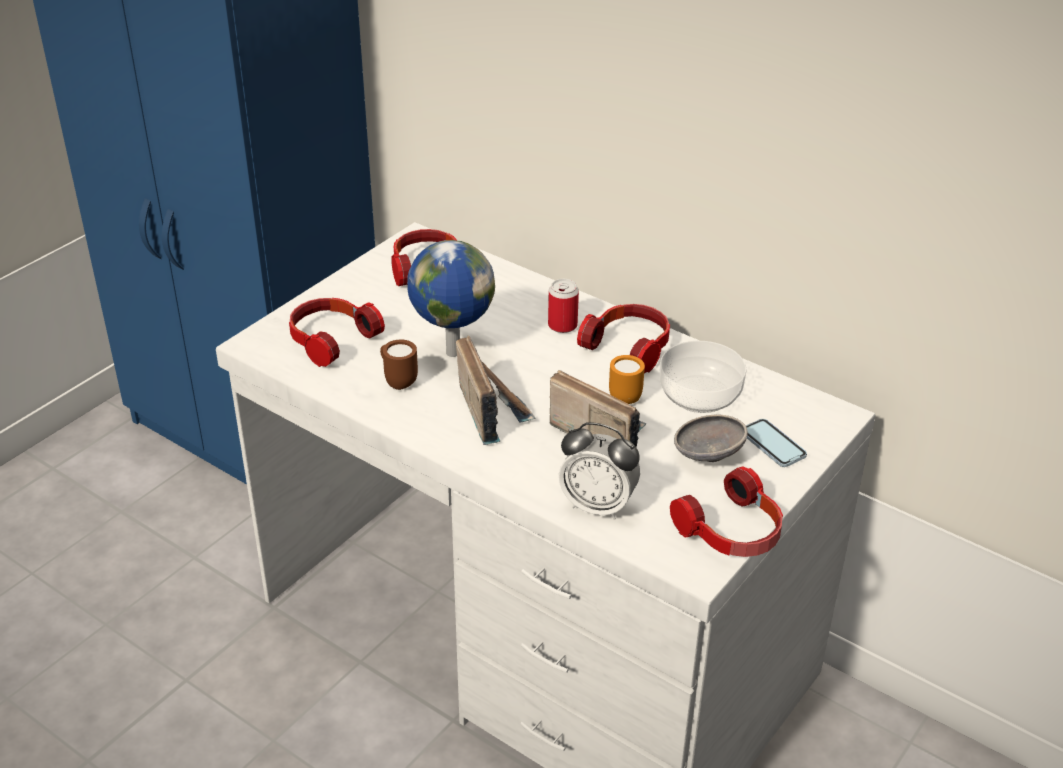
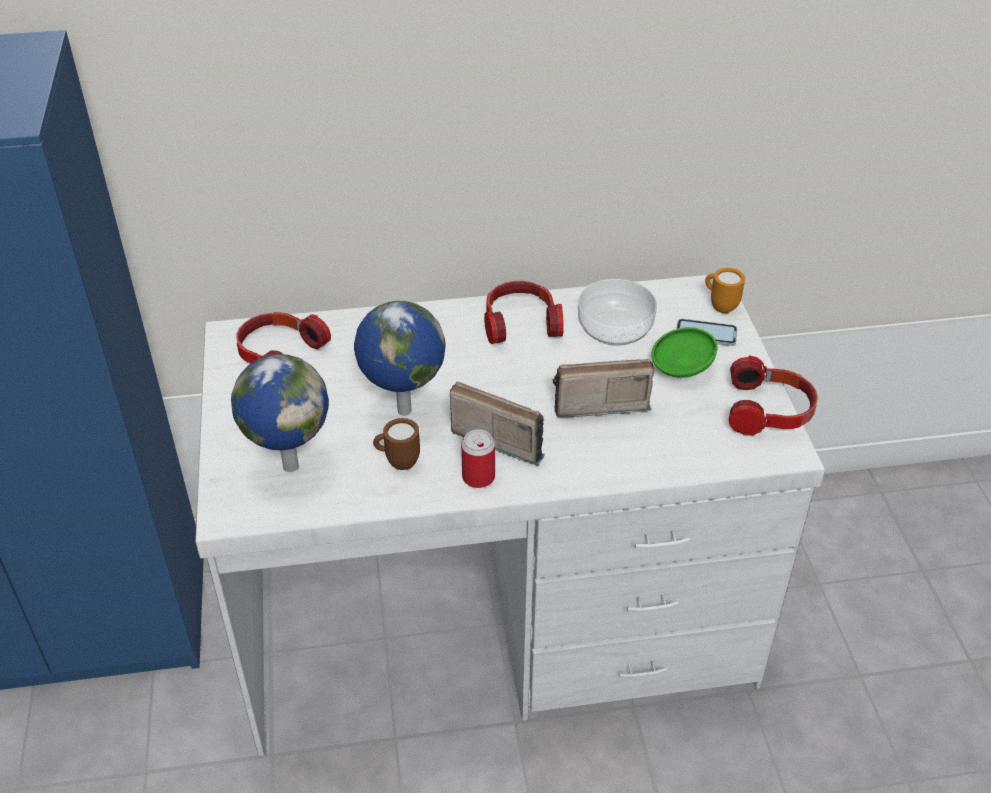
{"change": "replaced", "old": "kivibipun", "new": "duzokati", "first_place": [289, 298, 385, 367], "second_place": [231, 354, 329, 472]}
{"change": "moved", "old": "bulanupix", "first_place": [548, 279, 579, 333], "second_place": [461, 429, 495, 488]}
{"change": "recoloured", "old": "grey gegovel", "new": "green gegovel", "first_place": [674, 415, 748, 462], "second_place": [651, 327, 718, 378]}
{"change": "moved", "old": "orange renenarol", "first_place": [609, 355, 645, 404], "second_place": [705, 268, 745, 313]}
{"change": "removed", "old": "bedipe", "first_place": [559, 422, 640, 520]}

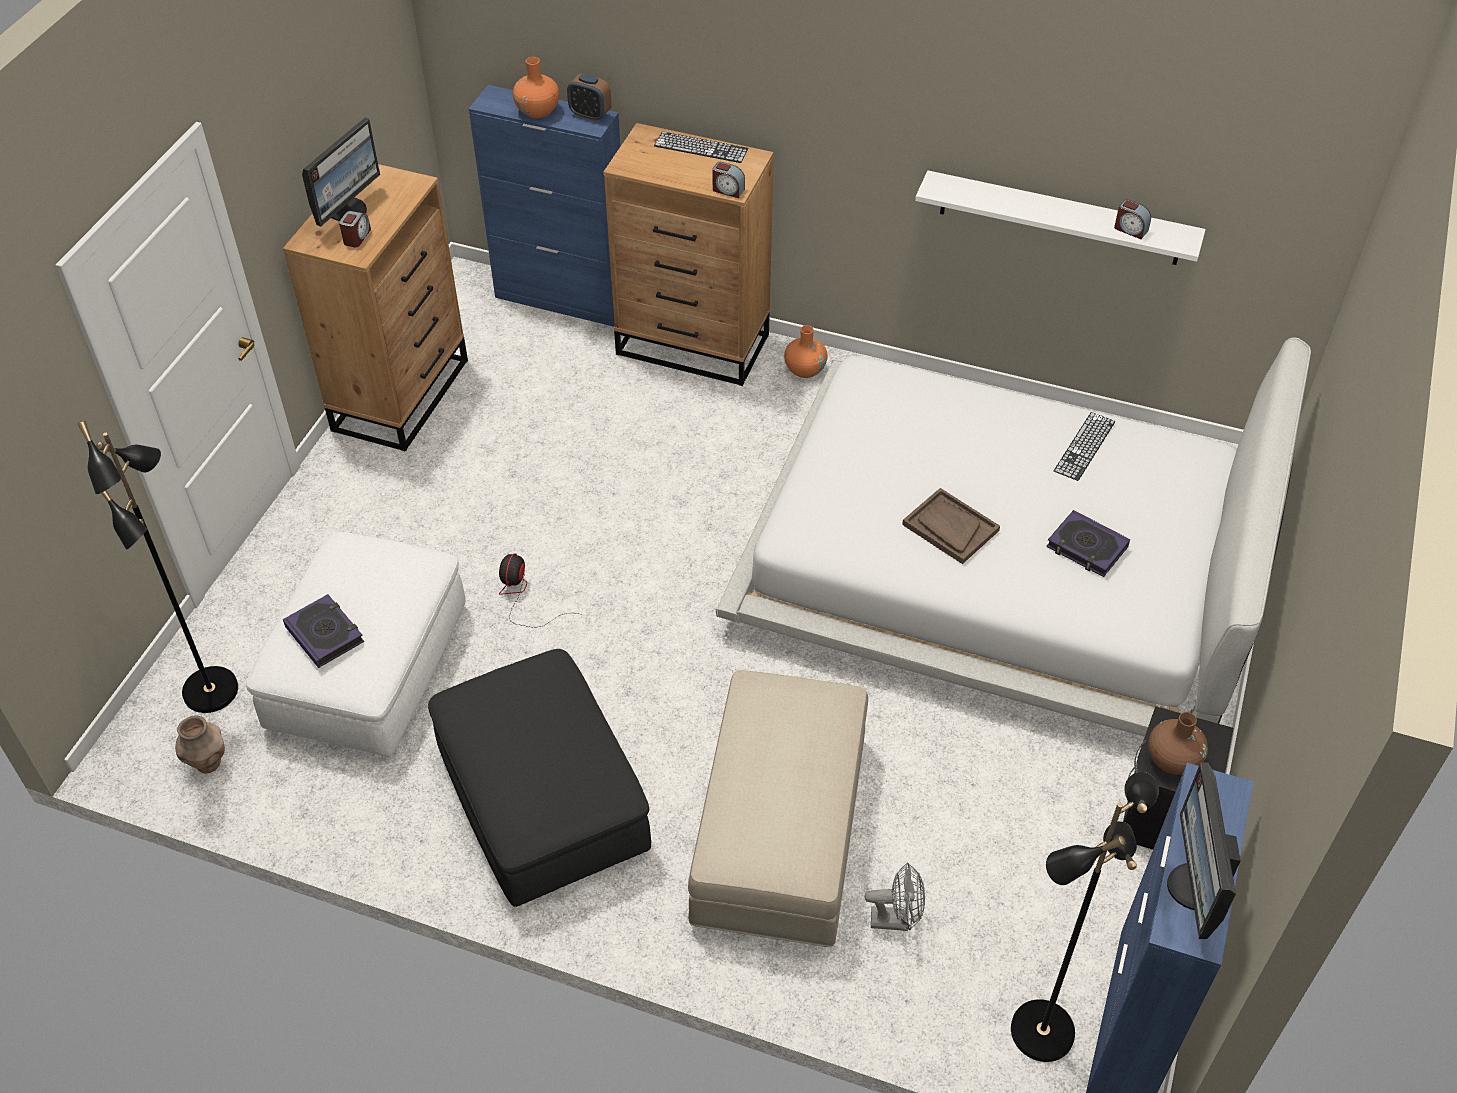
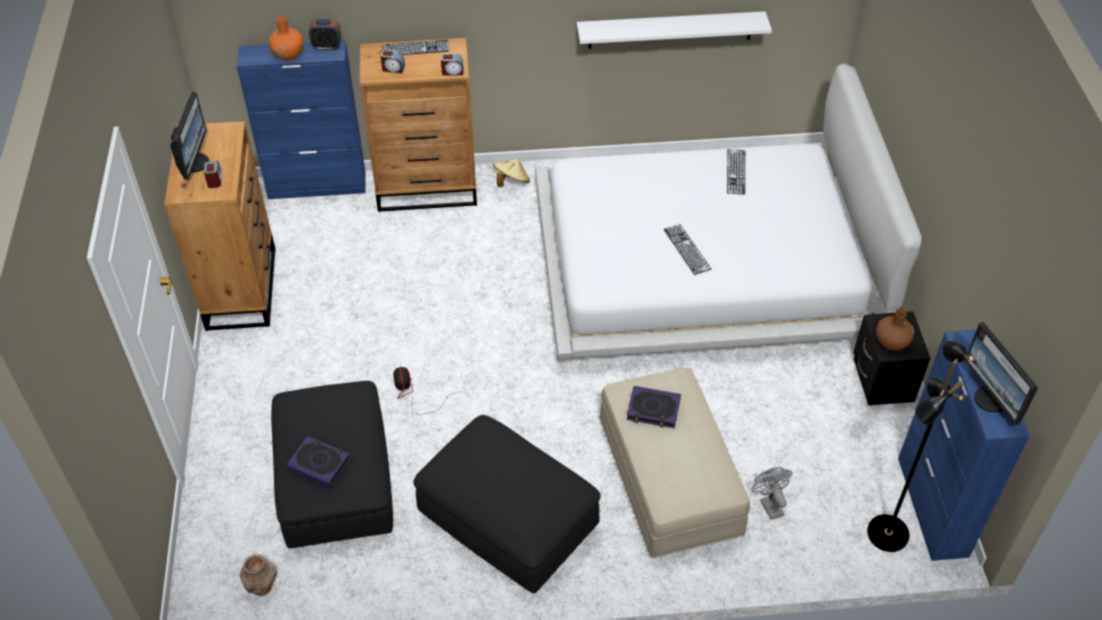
{"change": "recoloured", "old": "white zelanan", "new": "black zelanan", "first_place": [246, 532, 466, 757], "second_place": [271, 381, 393, 548]}
{"change": "moved", "old": "bedipe", "first_place": [1114, 199, 1151, 239], "second_place": [380, 50, 405, 73]}
{"change": "replaced", "old": "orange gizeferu", "new": "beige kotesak", "first_place": [784, 325, 828, 378], "second_place": [493, 159, 530, 187]}
{"change": "moved", "old": "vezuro", "first_place": [1046, 510, 1130, 577], "second_place": [627, 386, 681, 428]}
{"change": "replaced", "old": "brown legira", "new": "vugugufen", "first_place": [902, 488, 1000, 564], "second_place": [664, 224, 711, 275]}
{"change": "turned", "old": "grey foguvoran", "first_place": [865, 862, 925, 931], "second_place": [752, 467, 792, 520], "degrees": -90}
{"change": "removed", "old": "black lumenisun", "first_place": [78, 421, 238, 713]}

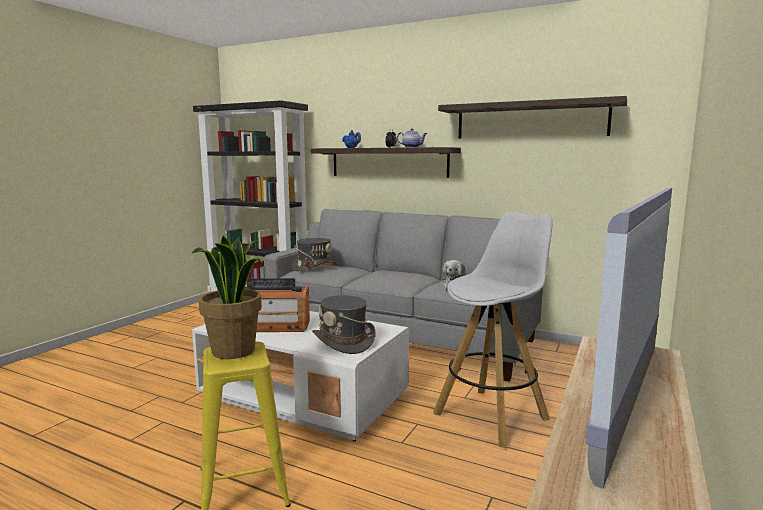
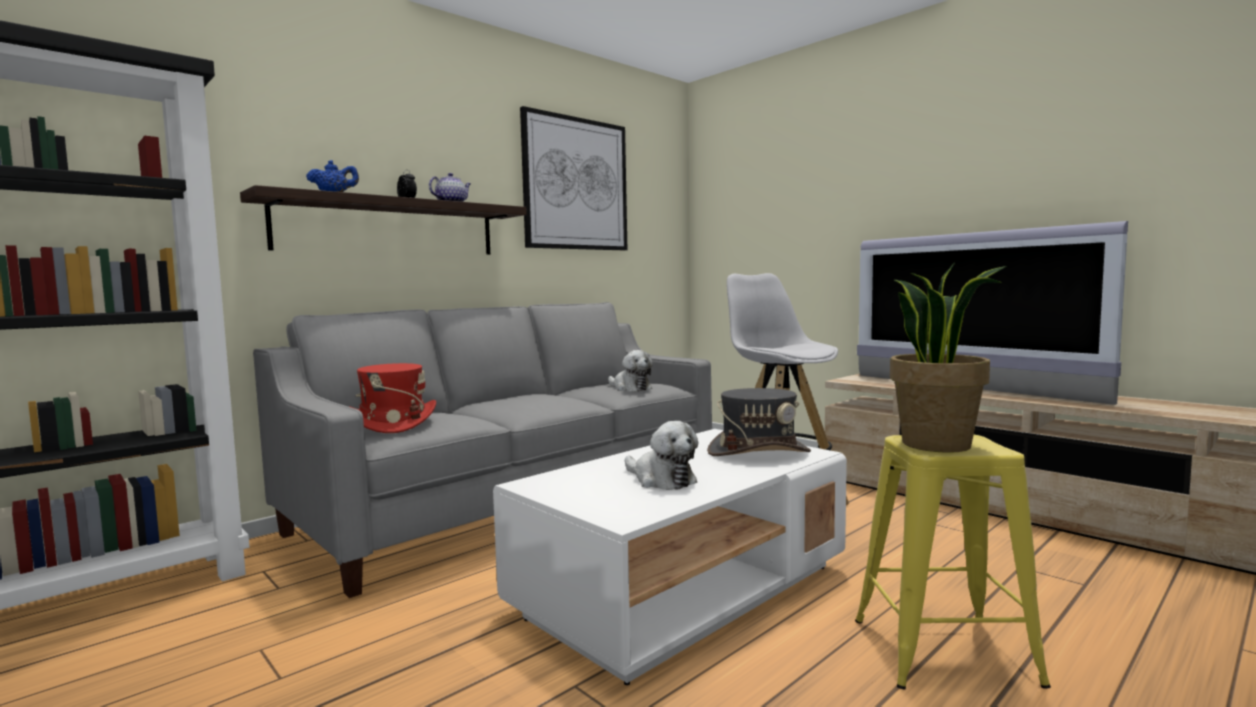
{"change": "recoloured", "old": "grey kotesak", "new": "red kotesak", "first_place": [291, 238, 337, 271], "second_place": [349, 363, 436, 433]}
{"change": "replaced", "old": "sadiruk", "new": "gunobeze", "first_place": [438, 96, 627, 139], "second_place": [520, 106, 627, 250]}
{"change": "replaced", "old": "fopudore", "new": "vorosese", "first_place": [245, 278, 310, 332], "second_place": [625, 421, 698, 490]}

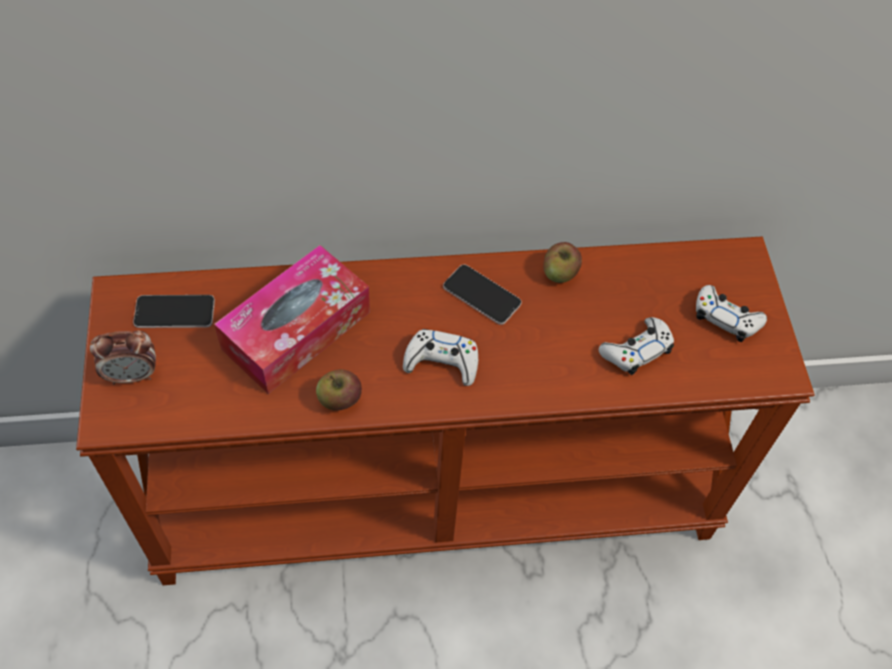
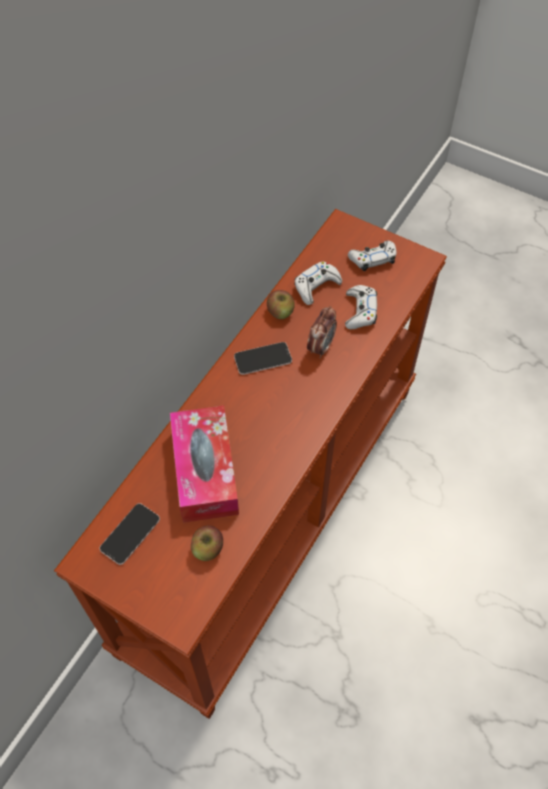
{"change": "moved", "old": "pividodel", "first_place": [316, 370, 362, 411], "second_place": [191, 525, 223, 561]}
{"change": "moved", "old": "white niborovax", "first_place": [403, 329, 478, 386], "second_place": [294, 261, 342, 305]}
{"change": "moved", "old": "bedipe", "first_place": [90, 330, 156, 385], "second_place": [307, 306, 337, 359]}

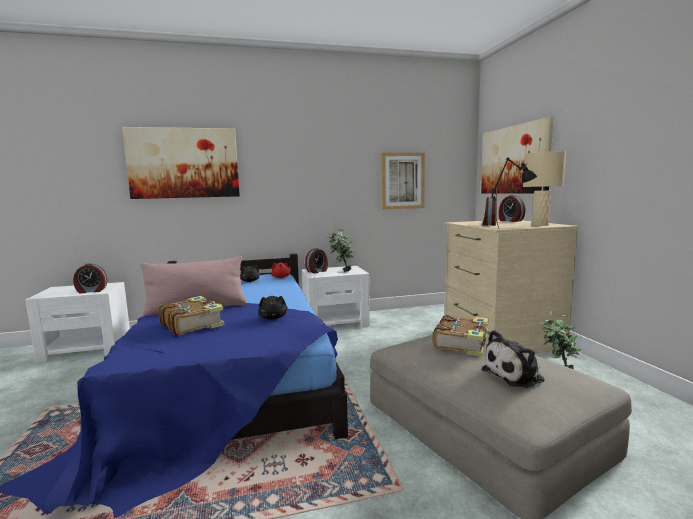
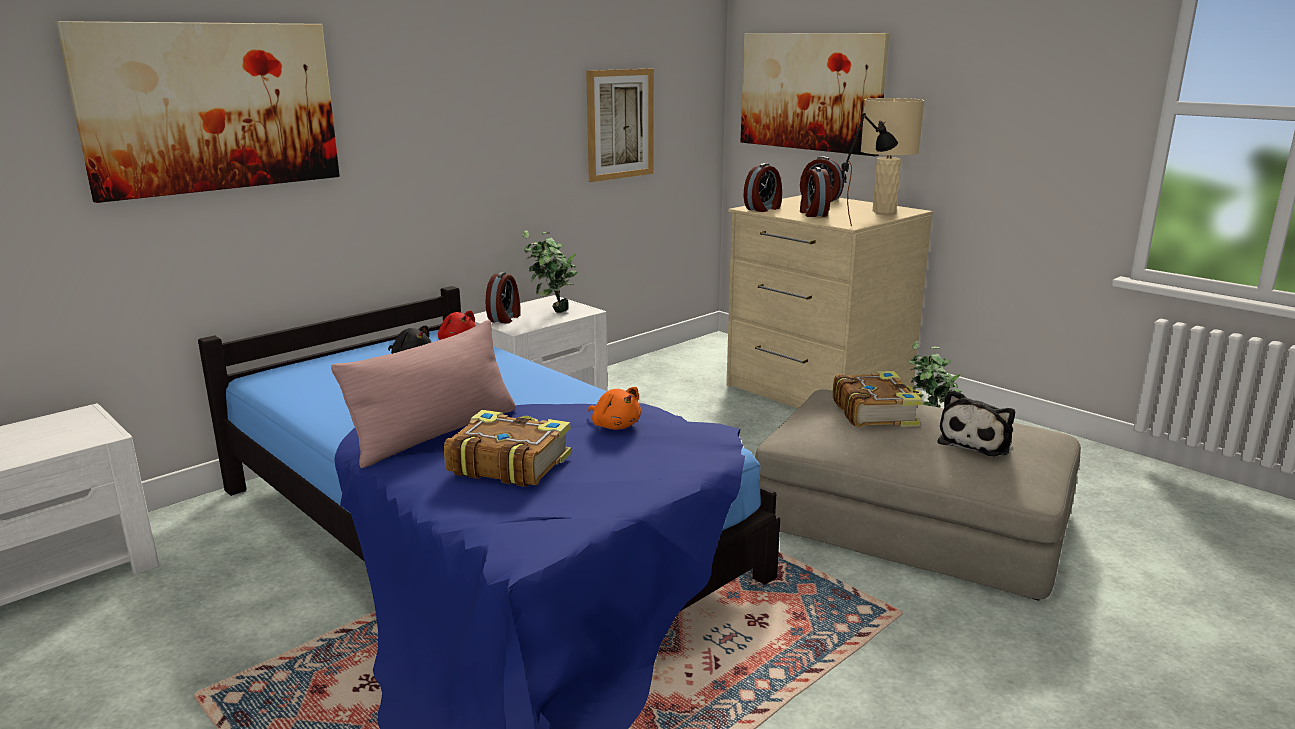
{"change": "recoloured", "old": "black vorosese", "new": "orange vorosese", "first_place": [258, 296, 288, 320], "second_place": [588, 387, 641, 430]}
{"change": "moved", "old": "bedipe", "first_place": [73, 263, 107, 293], "second_place": [744, 163, 782, 212]}

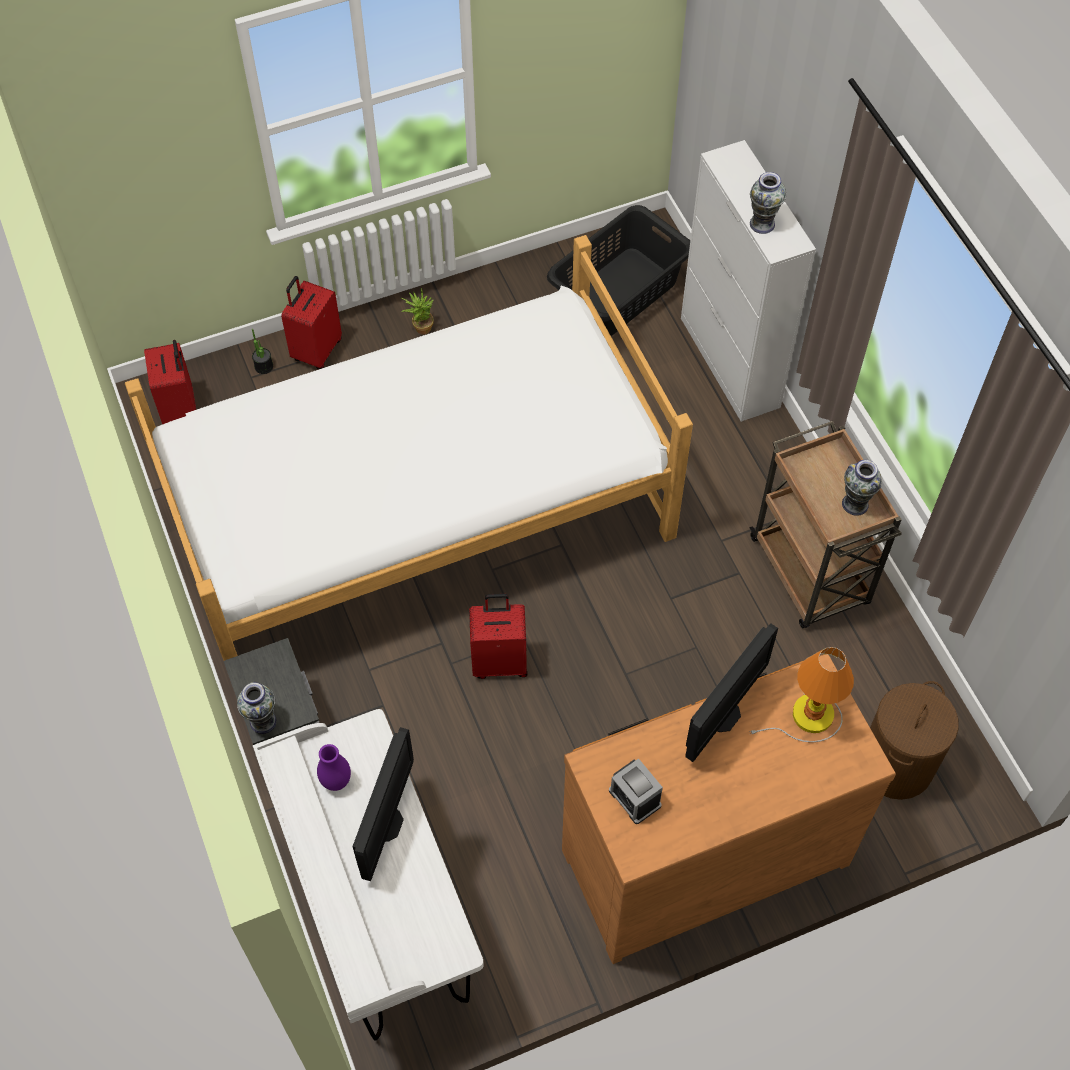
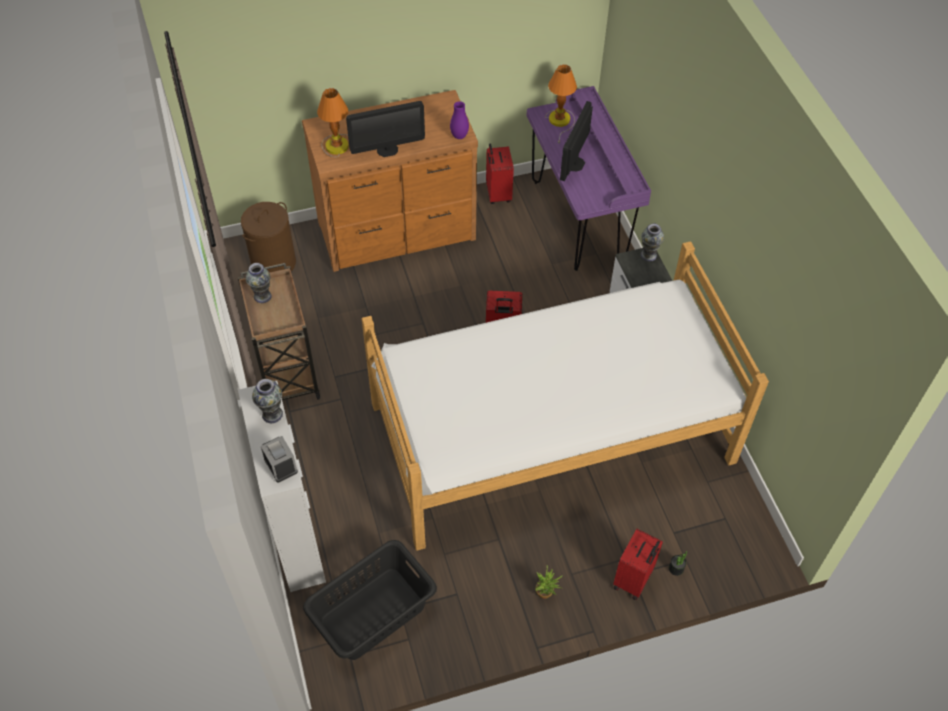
{"change": "moved", "old": "bedipe", "first_place": [609, 758, 663, 824], "second_place": [261, 436, 298, 482]}
{"change": "turned", "old": "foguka", "first_place": [685, 623, 778, 762], "second_place": [346, 101, 425, 157], "degrees": -150}
{"change": "moved", "old": "purple gizeferu", "first_place": [317, 744, 351, 791], "second_place": [450, 101, 469, 139]}
{"change": "moved", "old": "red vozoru", "first_place": [144, 340, 196, 424], "second_place": [486, 143, 514, 204]}
{"change": "recoloured", "old": "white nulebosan", "new": "purple nulebosan", "first_place": [252, 709, 484, 1041], "second_place": [527, 86, 651, 271]}
{"change": "added", "new": "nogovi", "second_place": [545, 64, 577, 144]}

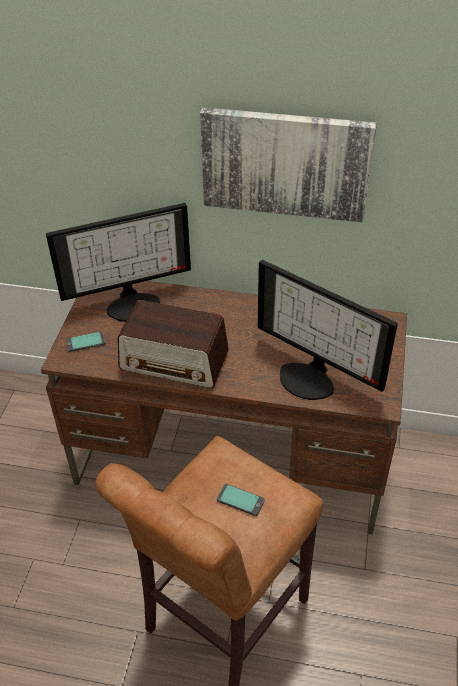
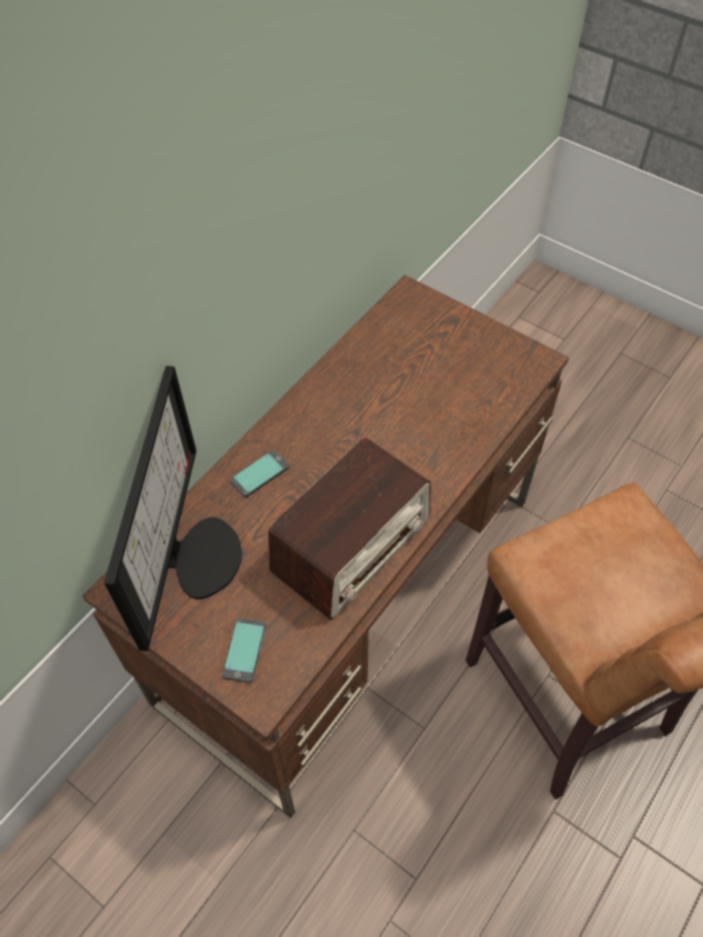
{"change": "moved", "old": "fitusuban", "first_place": [217, 484, 265, 516], "second_place": [230, 450, 290, 497]}
{"change": "removed", "old": "gunobeze", "first_place": [200, 107, 377, 222]}
{"change": "removed", "old": "foguka", "first_place": [258, 260, 398, 400]}

